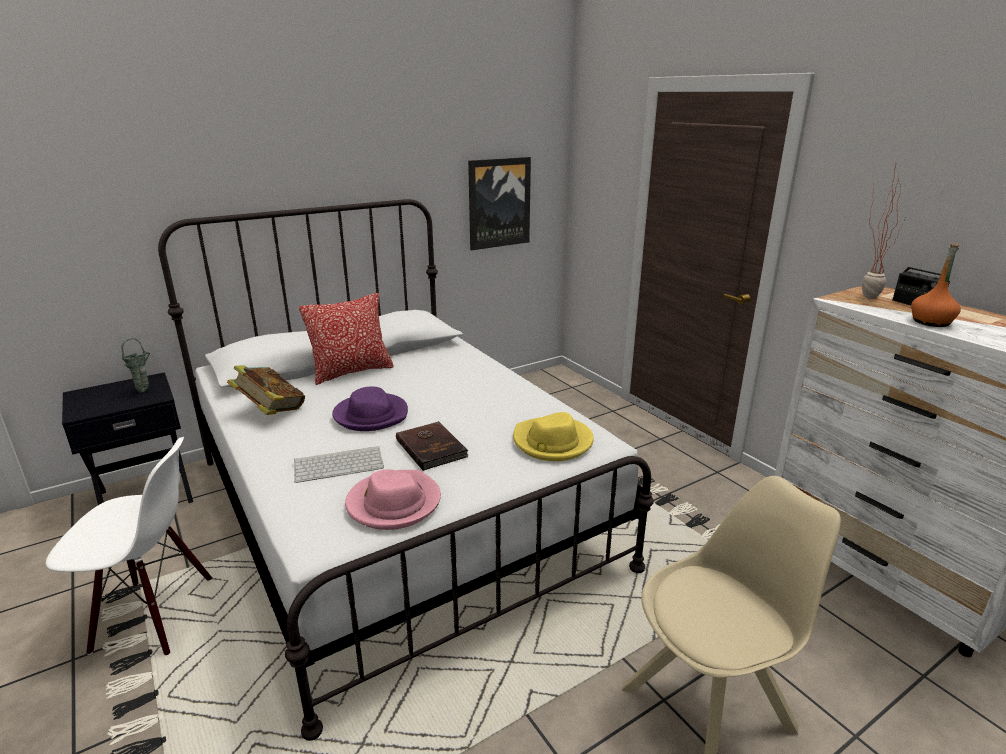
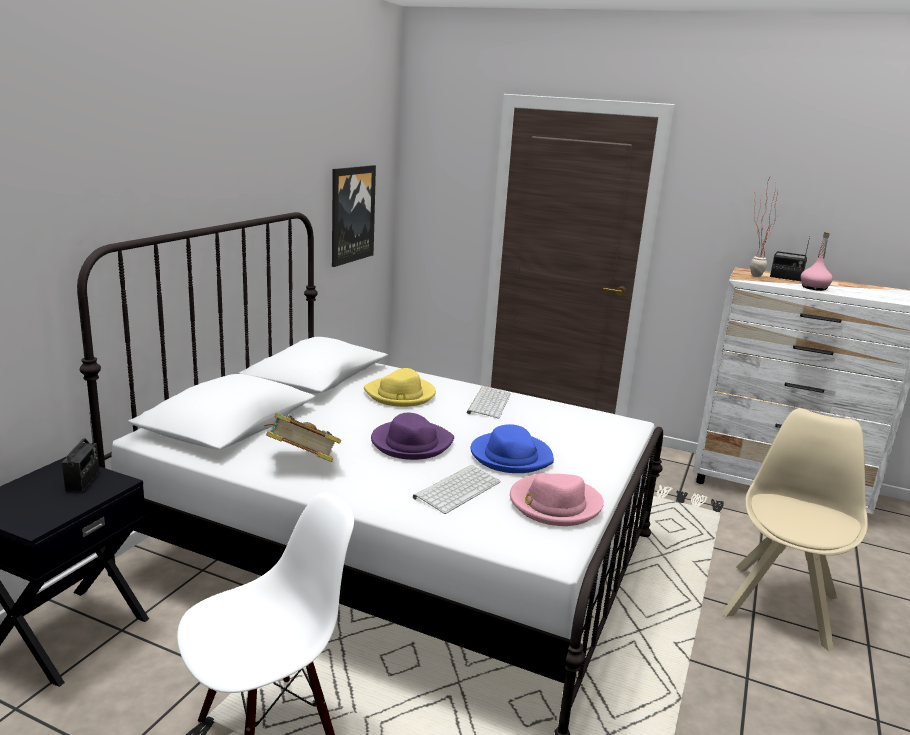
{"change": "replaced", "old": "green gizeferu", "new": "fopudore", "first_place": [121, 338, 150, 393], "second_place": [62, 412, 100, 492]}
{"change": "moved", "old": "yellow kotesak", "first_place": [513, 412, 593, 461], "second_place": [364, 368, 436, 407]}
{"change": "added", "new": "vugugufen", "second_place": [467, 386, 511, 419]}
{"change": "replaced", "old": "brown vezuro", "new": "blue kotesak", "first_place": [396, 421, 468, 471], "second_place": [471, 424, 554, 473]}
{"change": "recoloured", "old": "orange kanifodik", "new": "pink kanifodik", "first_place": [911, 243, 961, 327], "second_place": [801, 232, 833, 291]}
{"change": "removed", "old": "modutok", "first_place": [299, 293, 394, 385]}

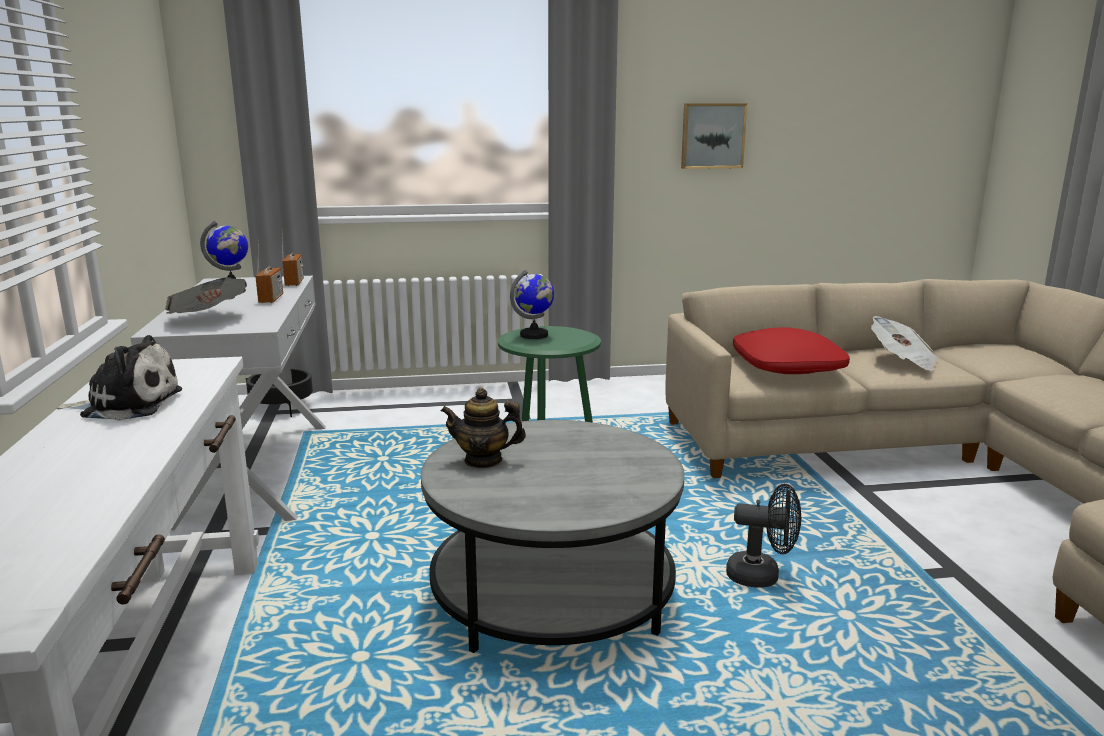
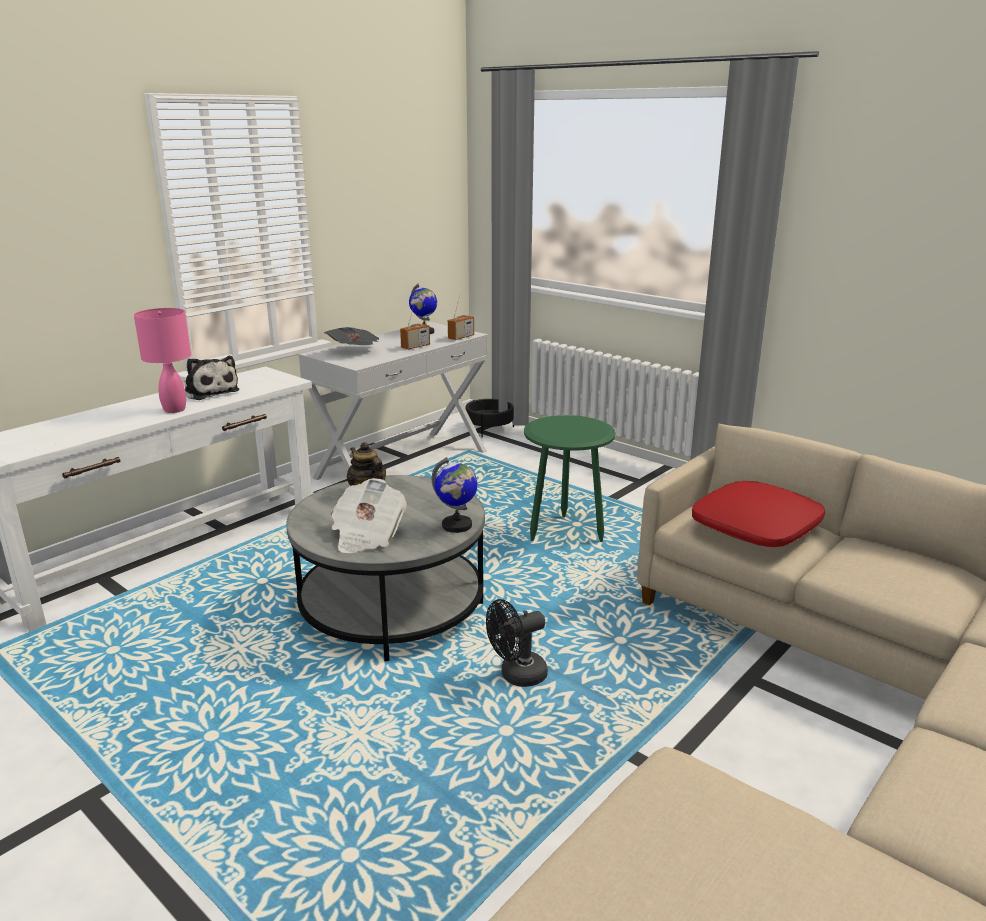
{"change": "added", "new": "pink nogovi", "second_place": [134, 308, 191, 413]}
{"change": "moved", "old": "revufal", "first_place": [871, 316, 938, 371], "second_place": [331, 478, 407, 553]}
{"change": "moved", "old": "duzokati", "first_place": [510, 270, 554, 339], "second_place": [432, 457, 477, 533]}
{"change": "turned", "old": "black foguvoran", "first_place": [726, 484, 801, 588], "second_place": [486, 599, 548, 687], "degrees": 90}
{"change": "removed", "old": "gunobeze", "first_place": [681, 103, 747, 169]}

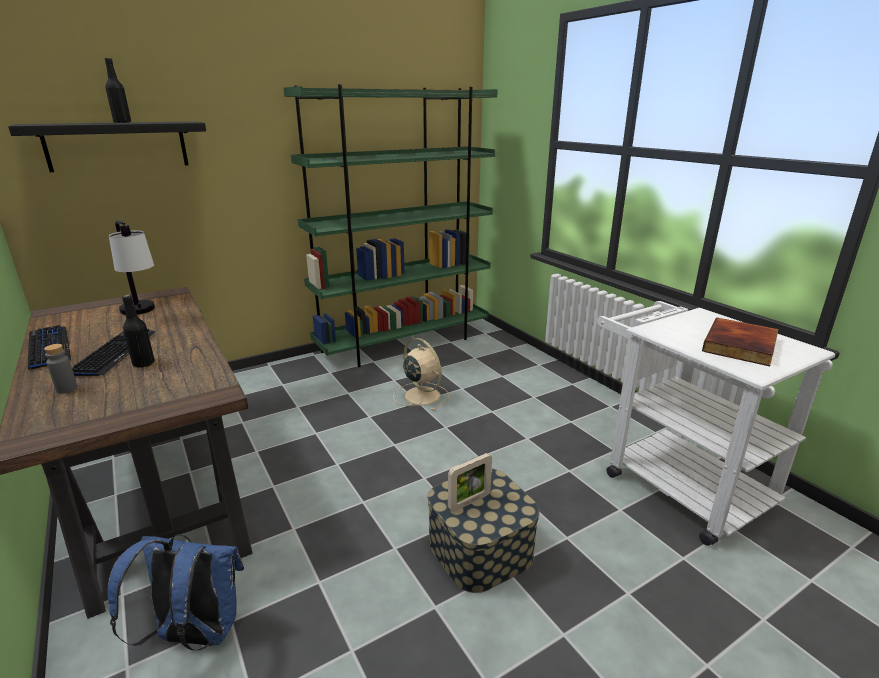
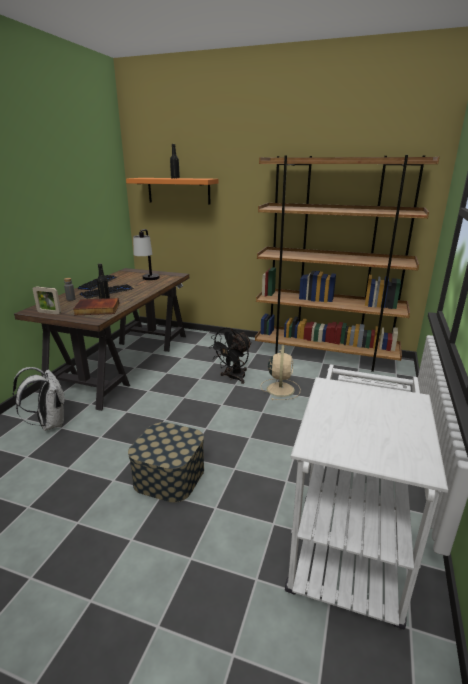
{"change": "recoloured", "old": "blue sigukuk", "new": "white sigukuk", "first_place": [107, 534, 244, 650], "second_place": [13, 367, 65, 431]}
{"change": "moved", "old": "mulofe", "first_place": [448, 453, 492, 512], "second_place": [33, 286, 61, 315]}
{"change": "moved", "old": "vezuro", "first_place": [702, 318, 778, 366], "second_place": [73, 298, 119, 315]}
{"change": "recoloured", "old": "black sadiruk", "new": "orange sadiruk", "first_place": [8, 121, 206, 172], "second_place": [126, 178, 218, 204]}
{"change": "added", "new": "black foguvoran", "second_place": [210, 328, 252, 384]}
{"change": "recoloured", "old": "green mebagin", "new": "brown mebagin", "first_place": [284, 84, 498, 367], "second_place": [255, 155, 440, 372]}

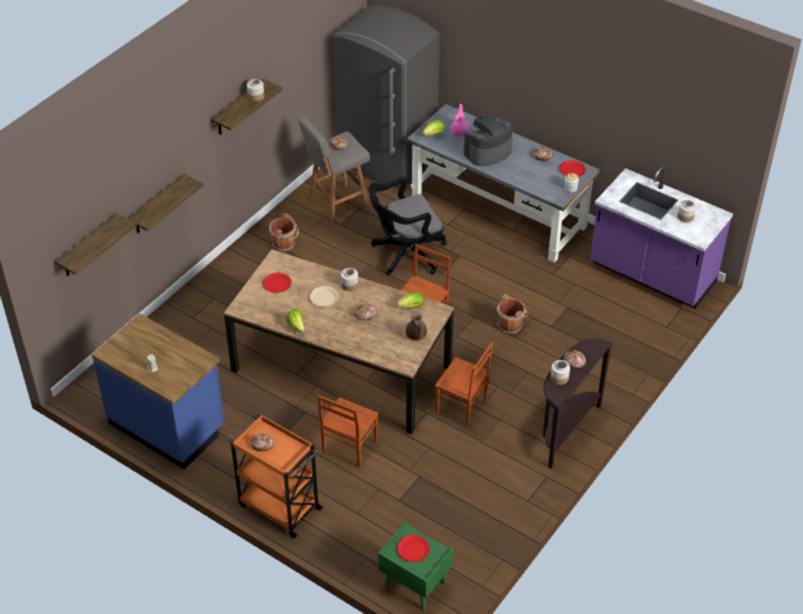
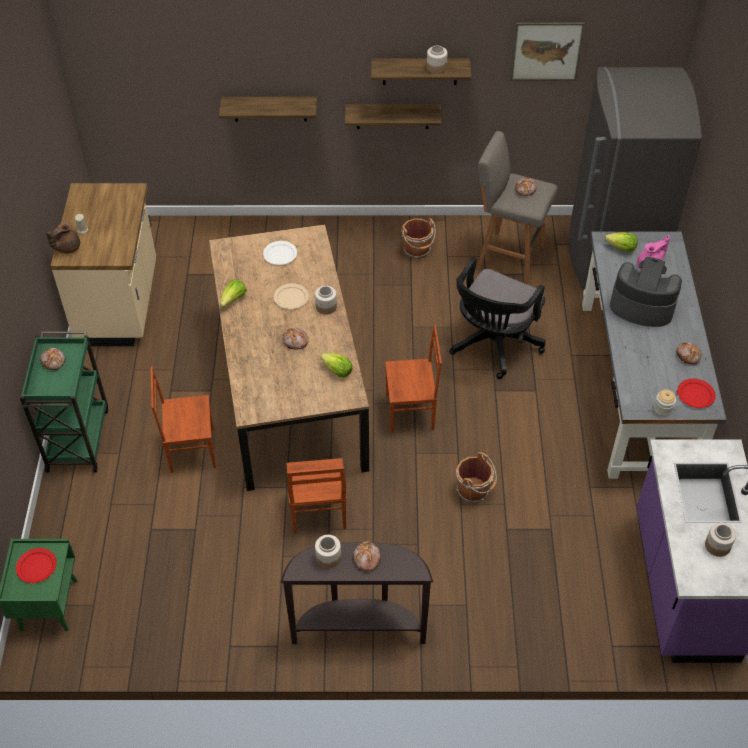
{"change": "recoloured", "old": "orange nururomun", "new": "green nururomun", "first_place": [228, 414, 323, 538], "second_place": [20, 332, 108, 472]}
{"change": "moved", "old": "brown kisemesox", "first_place": [406, 314, 427, 340], "second_place": [46, 222, 80, 254]}
{"change": "recoloured", "old": "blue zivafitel", "new": "beige zivafitel", "first_place": [91, 313, 225, 470], "second_place": [50, 183, 156, 346]}
{"change": "recoloured", "old": "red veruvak", "new": "white veruvak", "first_place": [263, 273, 292, 293], "second_place": [263, 241, 297, 265]}
{"change": "moved", "old": "sadiruk", "first_place": [55, 213, 137, 276], "second_place": [345, 104, 442, 129]}
{"change": "turned", "old": "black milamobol", "first_place": [368, 177, 447, 275], "second_place": [449, 257, 546, 379], "degrees": -90}
{"change": "added", "new": "gunobeze", "second_place": [510, 23, 585, 81]}

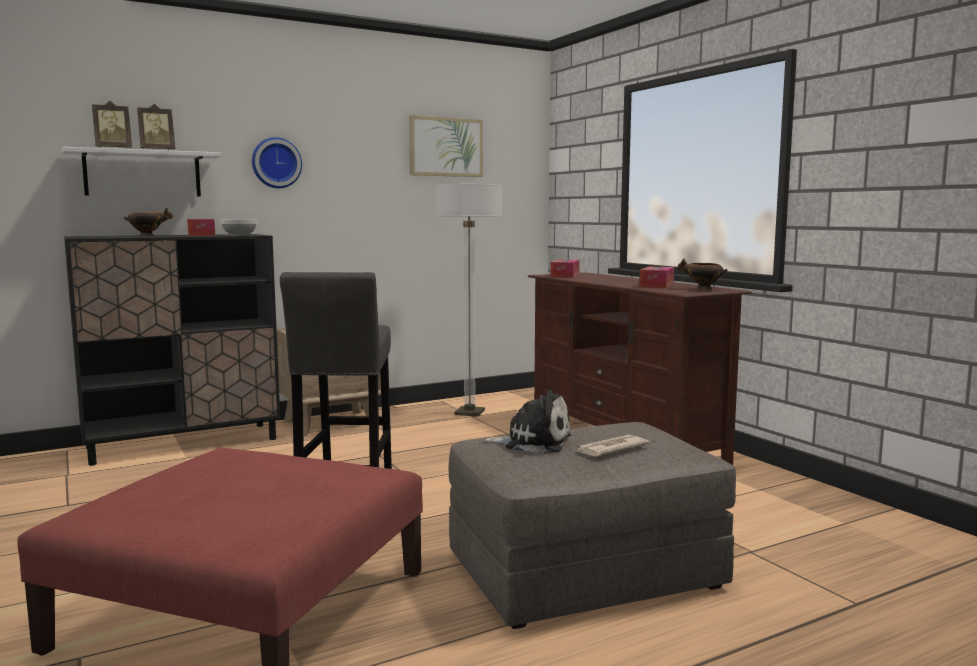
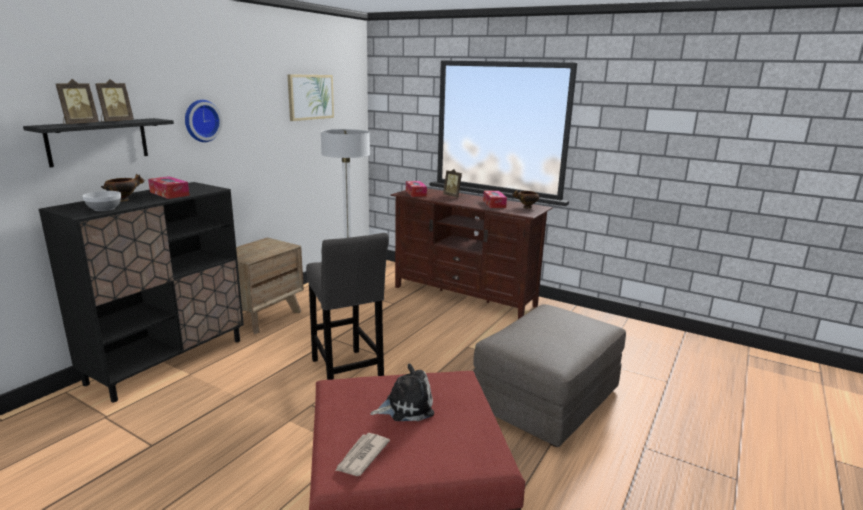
{"change": "recoloured", "old": "white sadiruk", "new": "black sadiruk", "first_place": [62, 147, 221, 197], "second_place": [23, 118, 174, 167]}
{"change": "moved", "old": "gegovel", "first_place": [221, 219, 257, 235], "second_place": [83, 191, 121, 211]}
{"change": "moved", "old": "revufal", "first_place": [576, 435, 650, 457], "second_place": [335, 433, 390, 476]}
{"change": "moved", "old": "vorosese", "first_place": [483, 390, 571, 454], "second_place": [370, 364, 434, 421]}
{"change": "added", "new": "mulofe", "second_place": [443, 169, 462, 197]}

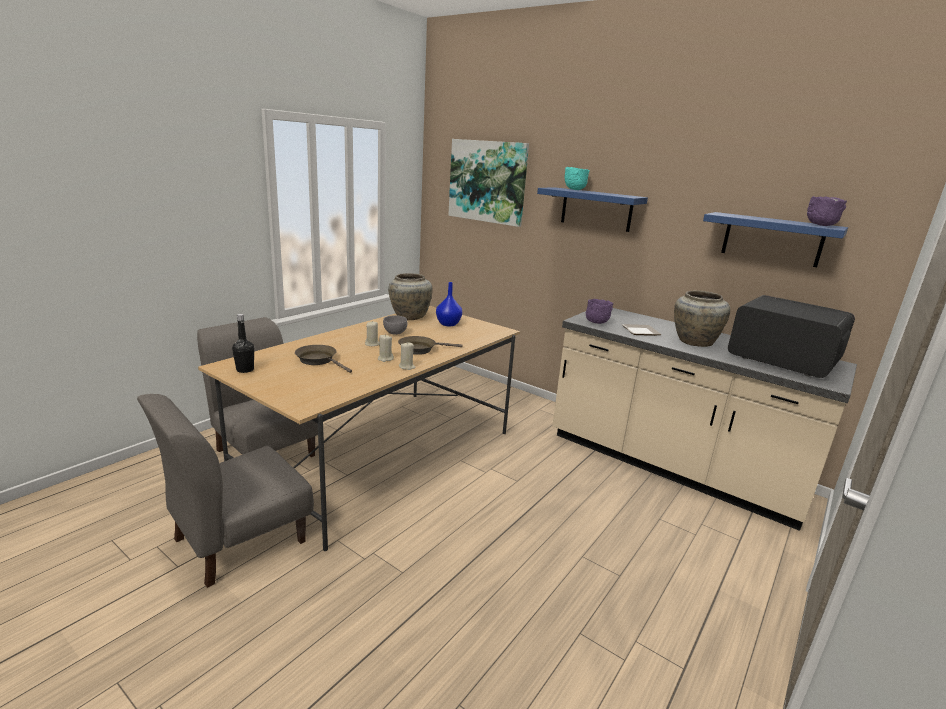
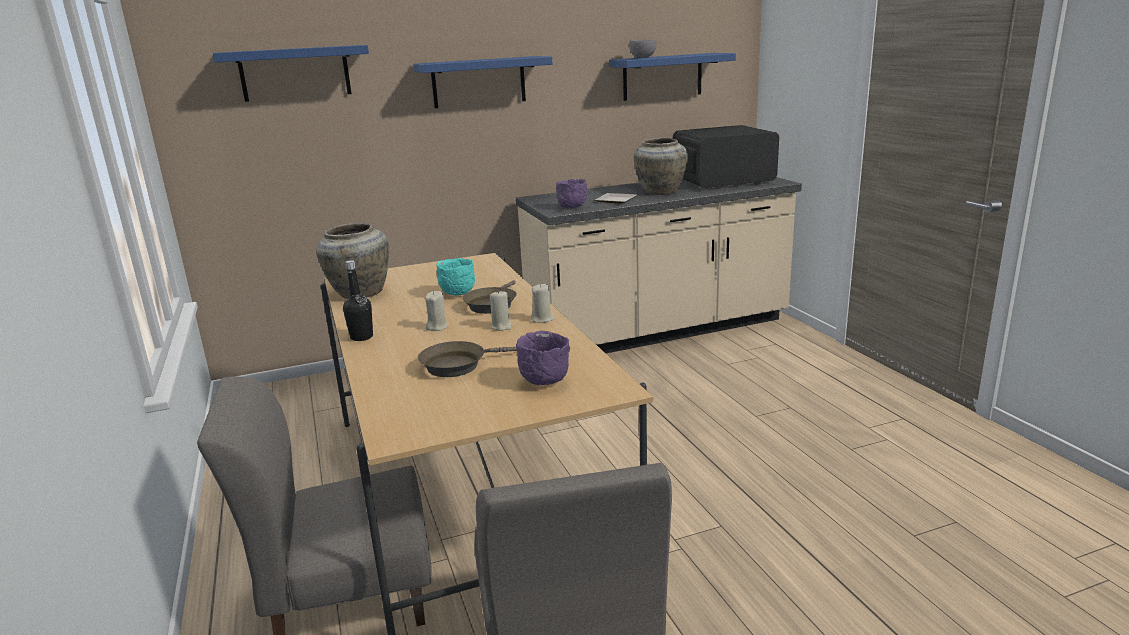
{"change": "replaced", "old": "gunobeze", "new": "blue sadiruk", "first_place": [448, 139, 529, 227], "second_place": [213, 45, 369, 102]}
{"change": "moved", "old": "black kanifodik", "first_place": [232, 314, 254, 373], "second_place": [343, 260, 373, 341]}
{"change": "moved", "old": "turquoise gegovel", "first_place": [565, 167, 590, 190], "second_place": [436, 258, 475, 296]}
{"change": "moved", "old": "purple gegovel", "first_place": [807, 196, 847, 226], "second_place": [516, 331, 570, 385]}
{"change": "moved", "old": "grey gegovel", "first_place": [383, 315, 407, 335], "second_place": [629, 40, 656, 58]}
{"change": "removed", "old": "blue gizeferu", "first_place": [436, 282, 462, 326]}

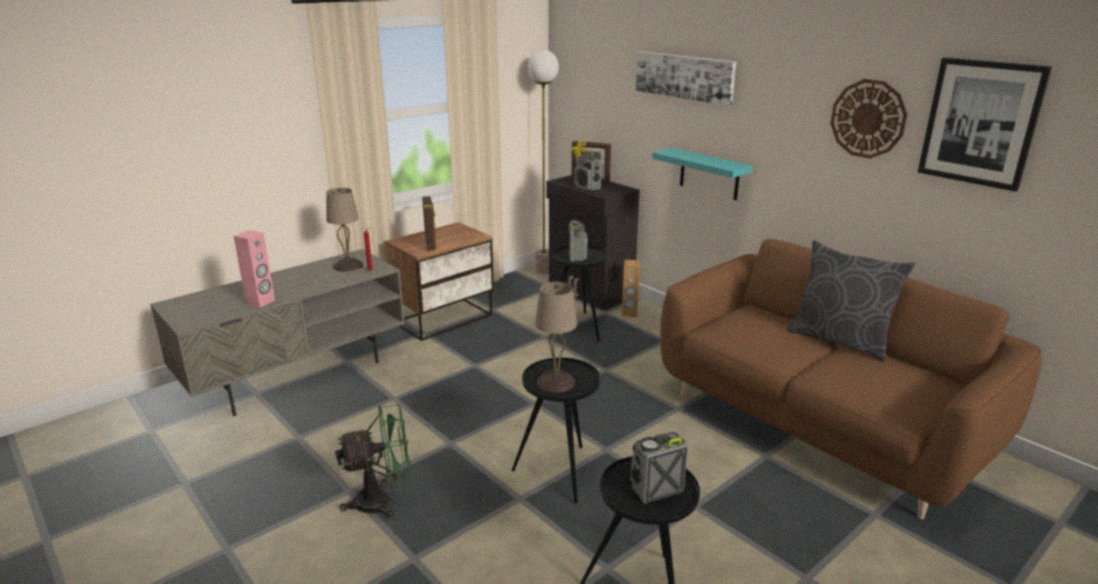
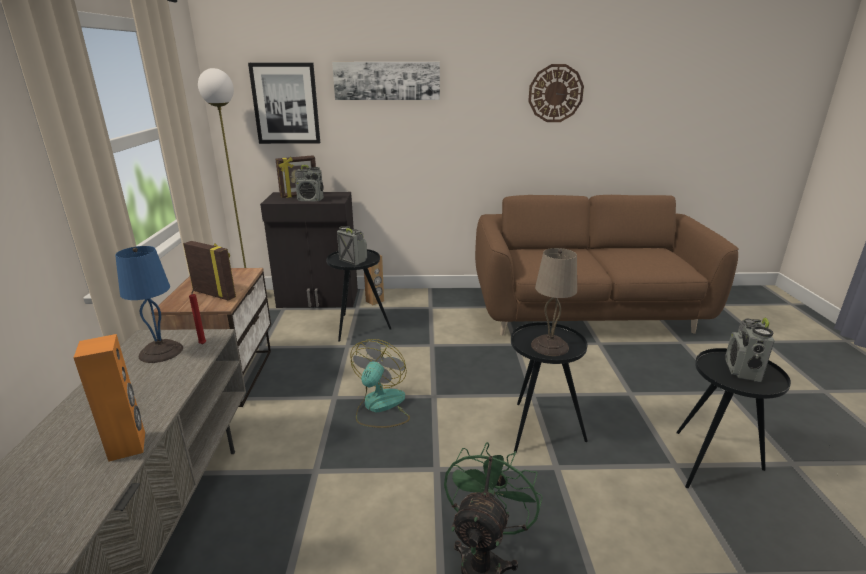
{"change": "recoloured", "old": "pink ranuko", "new": "orange ranuko", "first_place": [234, 230, 275, 308], "second_place": [73, 334, 145, 462]}
{"change": "recoloured", "old": "beige nogovi", "new": "blue nogovi", "first_place": [326, 188, 363, 272], "second_place": [115, 246, 183, 363]}
{"change": "moved", "old": "gunobeze", "first_place": [918, 58, 1052, 192], "second_place": [248, 63, 320, 144]}
{"change": "added", "new": "foguvoran", "second_place": [350, 339, 410, 428]}
{"change": "removed", "old": "turquoise sadiruk", "first_place": [652, 148, 753, 200]}
{"change": "removed", "old": "grey modutok", "first_place": [787, 240, 915, 362]}

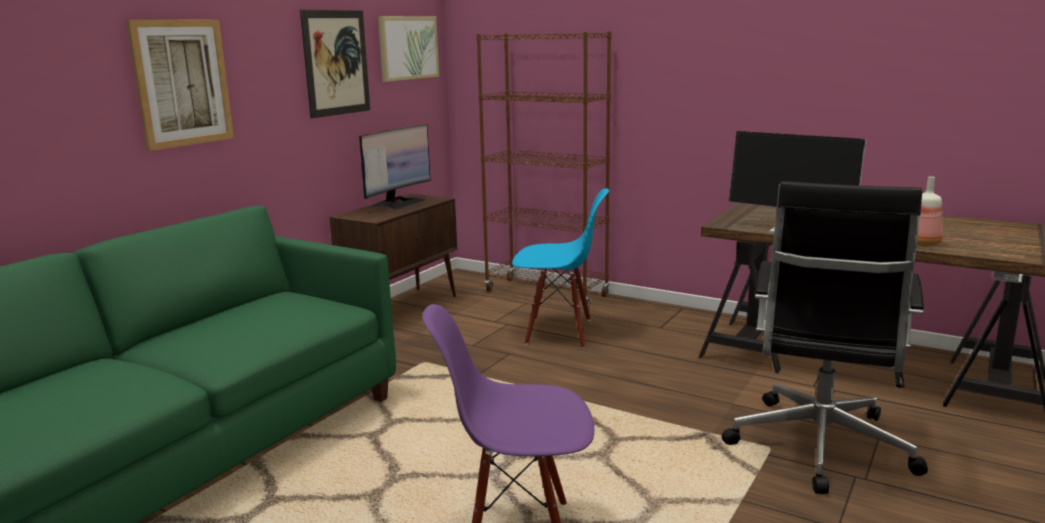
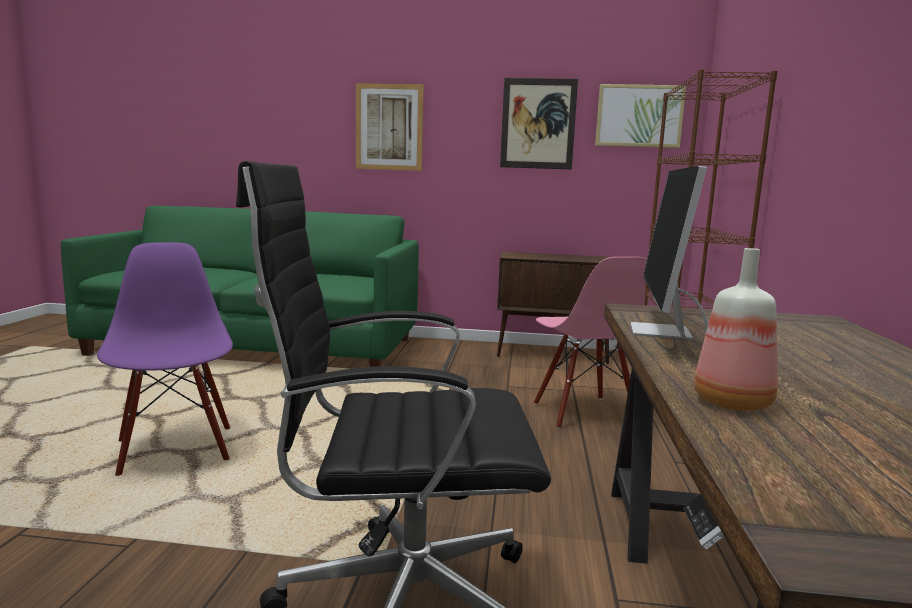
{"change": "recoloured", "old": "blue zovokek", "new": "pink zovokek", "first_place": [512, 188, 609, 348], "second_place": [534, 257, 647, 429]}
{"change": "removed", "old": "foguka", "first_place": [359, 124, 431, 210]}

